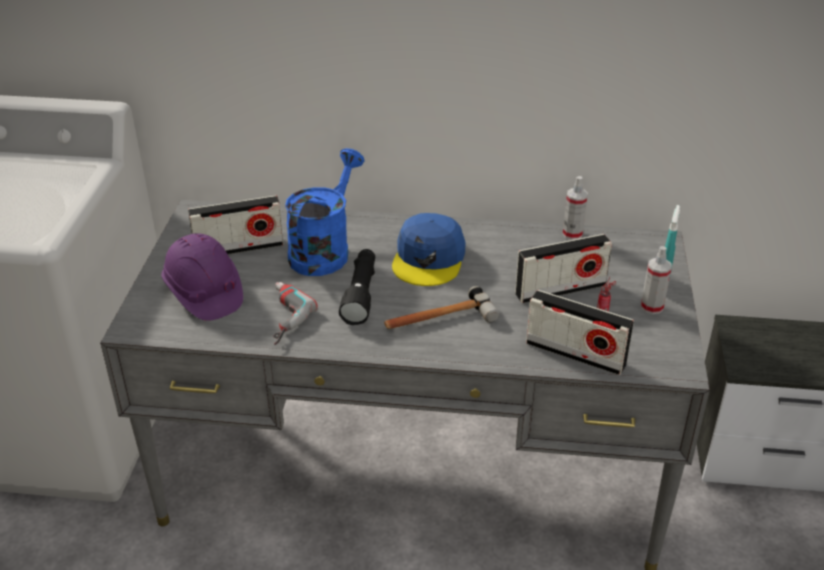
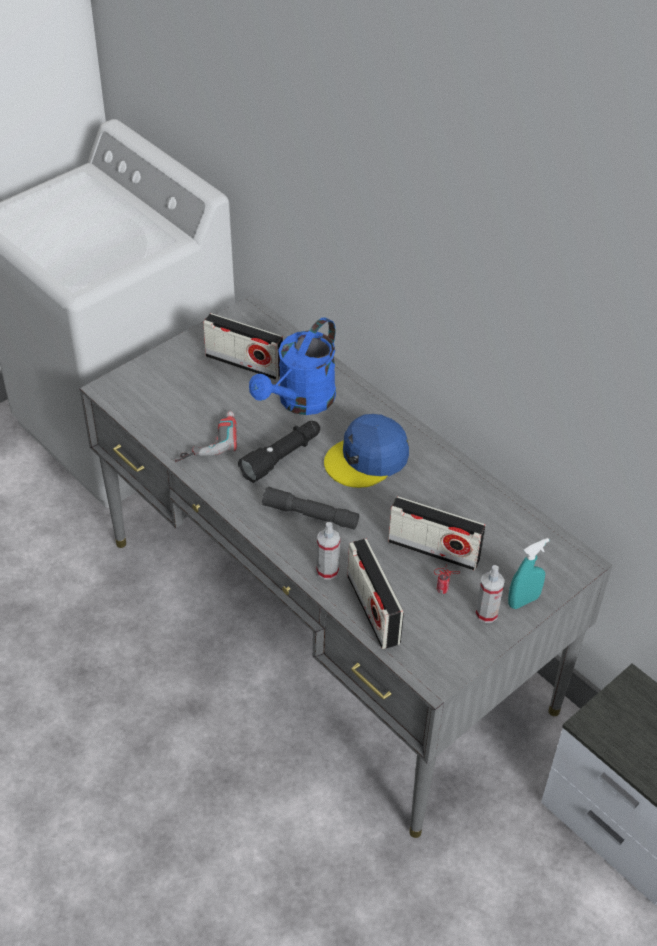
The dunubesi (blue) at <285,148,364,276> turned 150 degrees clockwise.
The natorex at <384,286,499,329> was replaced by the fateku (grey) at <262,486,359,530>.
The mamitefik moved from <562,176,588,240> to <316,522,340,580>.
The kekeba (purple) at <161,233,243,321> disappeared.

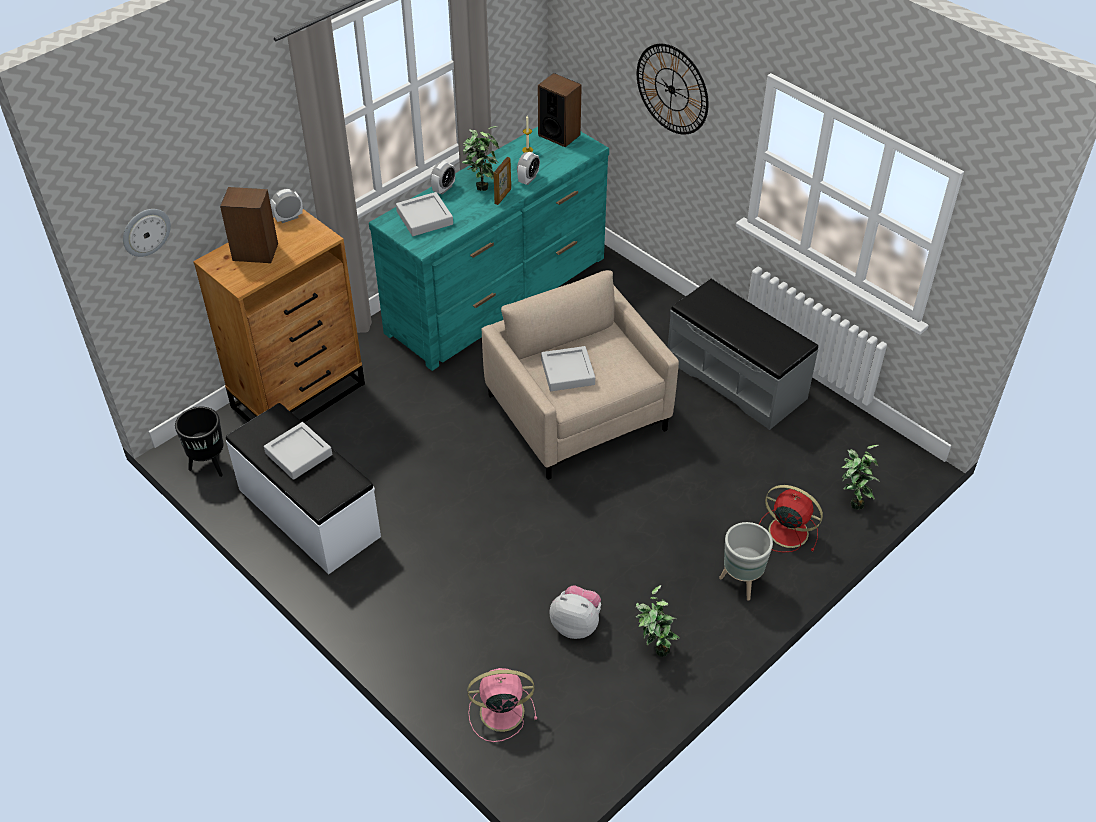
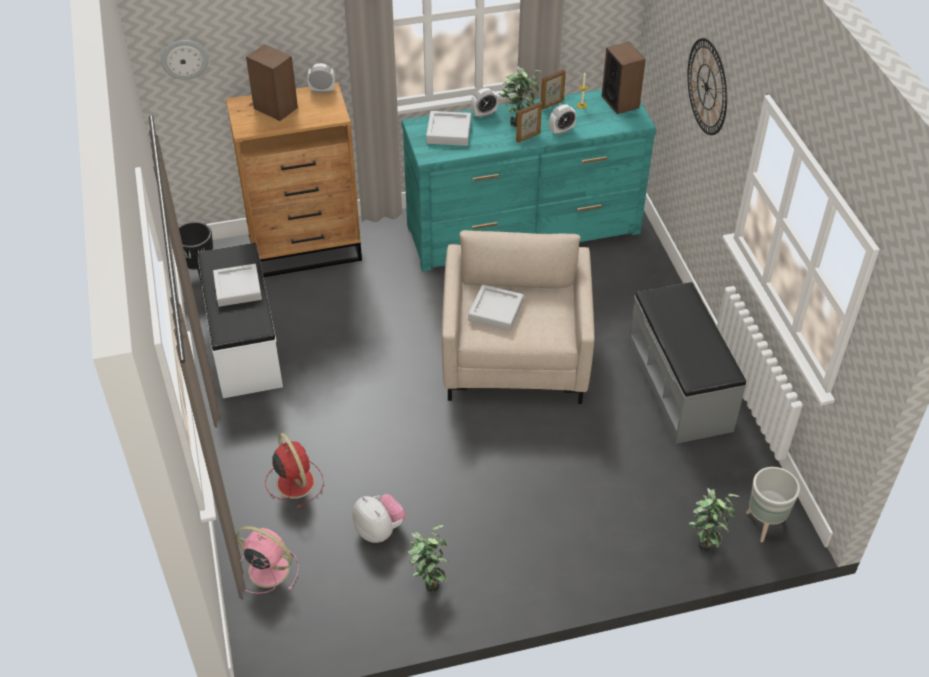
The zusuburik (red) moved from <759,485,823,552> to <265,433,324,508>.
The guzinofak at <541,70,566,110> appeared.
The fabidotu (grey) moved from <719,522,773,601> to <746,467,800,542>.

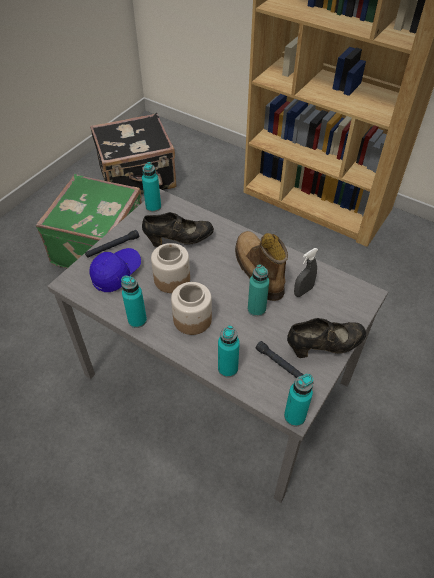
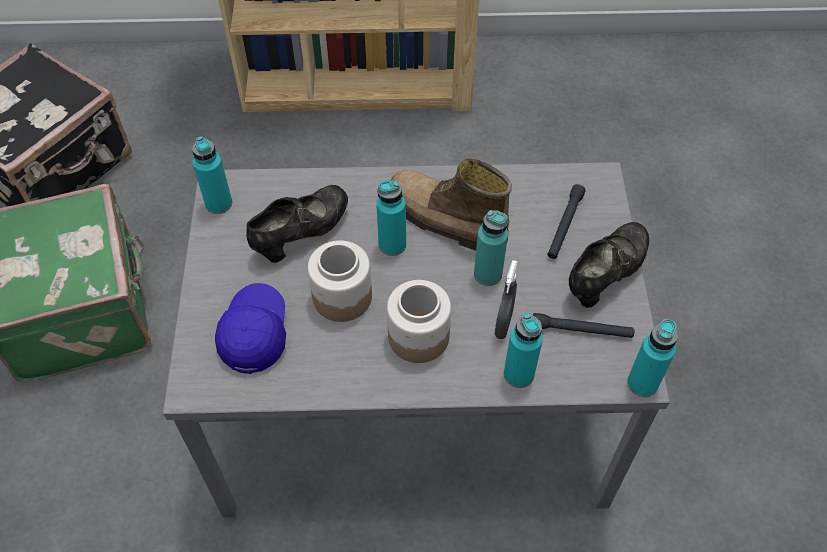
The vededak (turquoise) moved from <121,276,147,328> to <376,180,406,256>.
The mamitefik (grey) moved from <294,248,318,297> to <495,260,518,339>.
The fateku (black) moved from <85,230,139,257> to <547,184,586,259>.

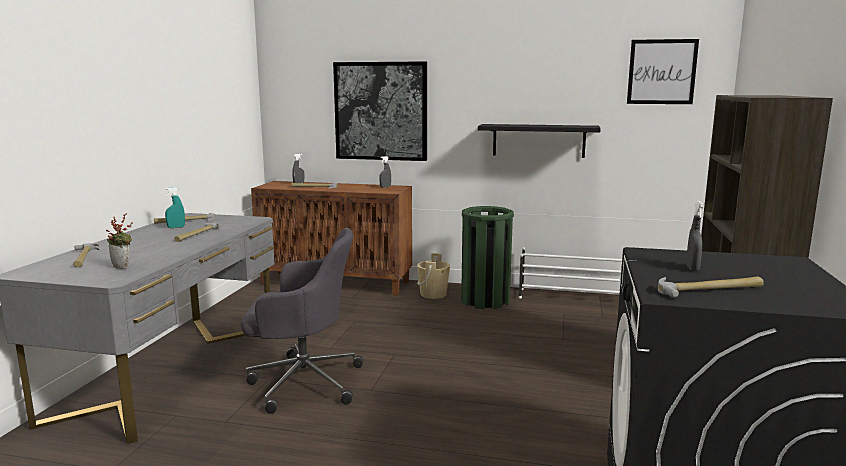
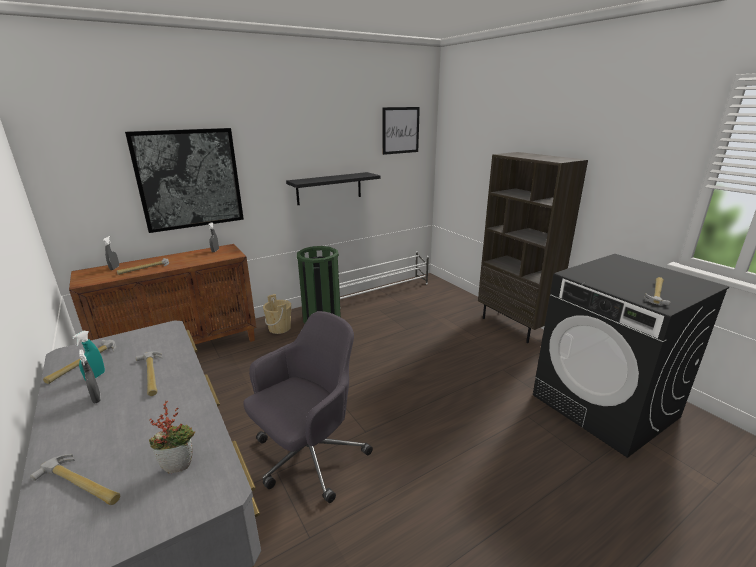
The mamitefik (grey) moved from <686,201,704,271> to <79,349,101,403>.

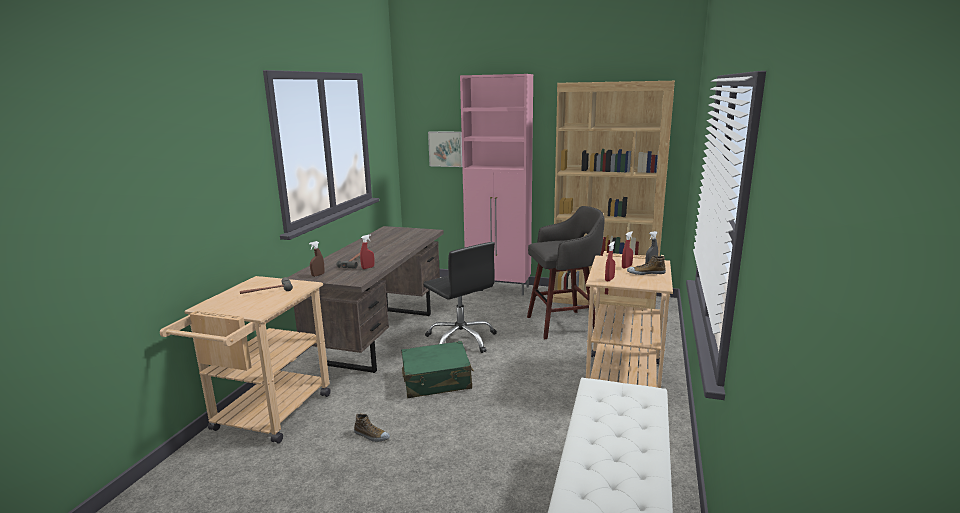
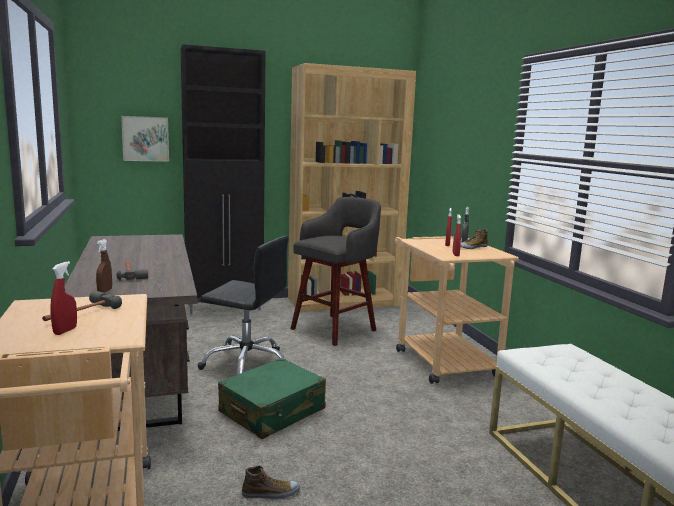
The mamitefik (red) moved from <360,234,374,269> to <50,261,77,335>.
The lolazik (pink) at <460,74,533,296> became the lolazik (black) at <181,44,266,314>.

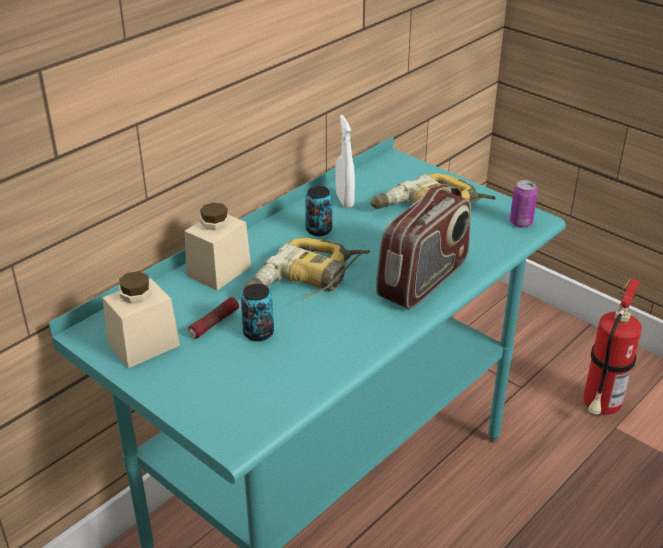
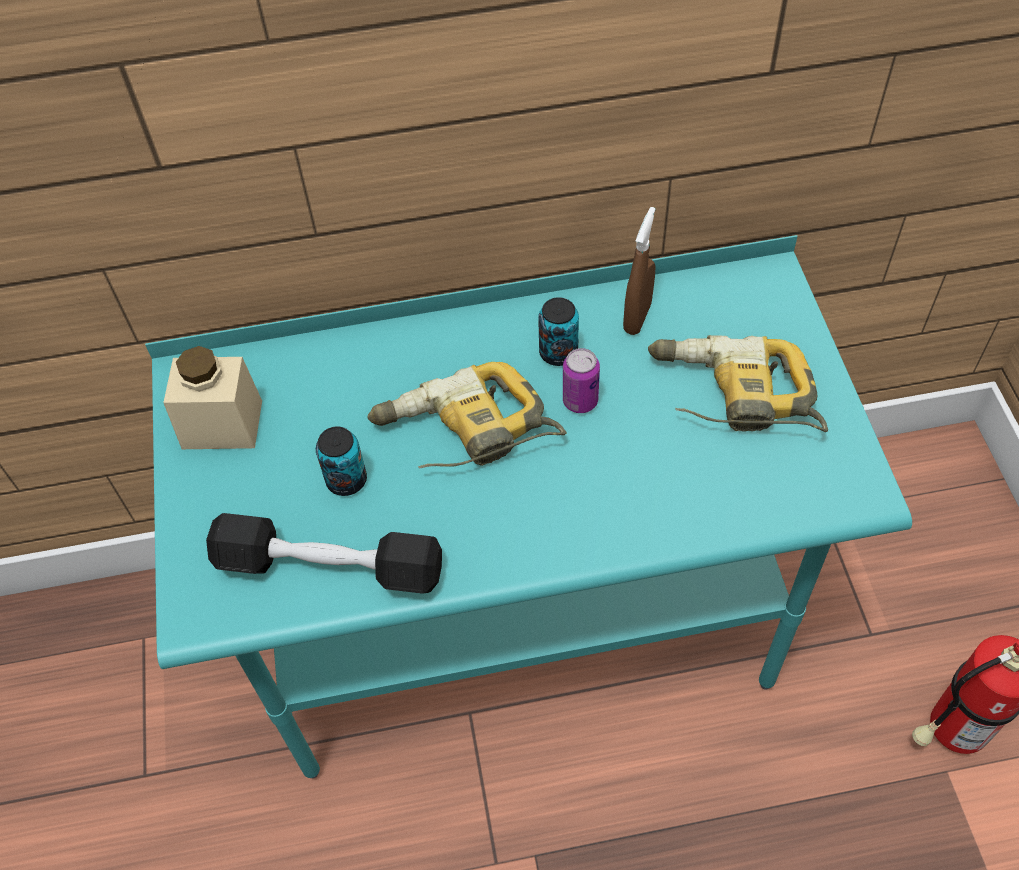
The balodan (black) at <206,513,442,594> appeared.
The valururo moved from <510,180,538,228> to <563,348,600,413>.
The mamitefik (white) at <336,115,355,208> became the mamitefik (brown) at <623,207,656,335>.
The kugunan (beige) at <184,202,251,290> disappeared.
The fateku at <188,297,239,338> disappeared.
The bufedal at <376,184,471,309> disappeared.

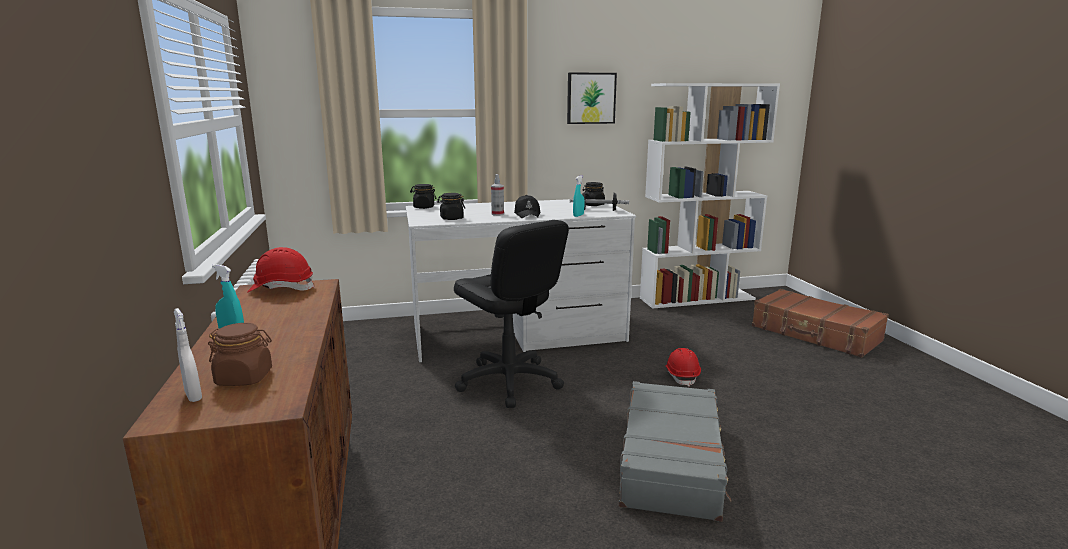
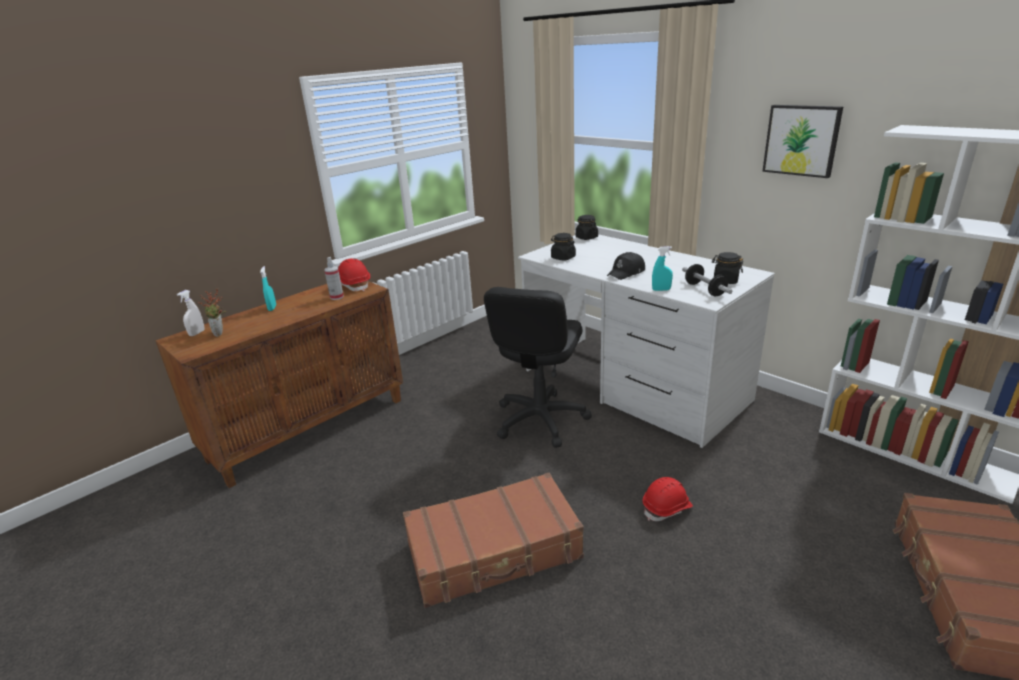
The kugunan (brown) at <208,323,272,386> was replaced by the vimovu at <198,288,226,337>.
The mamitefik moved from <491,174,504,216> to <324,257,344,300>.
The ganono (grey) at <619,381,731,522> became the ganono (brown) at <403,473,584,608>.

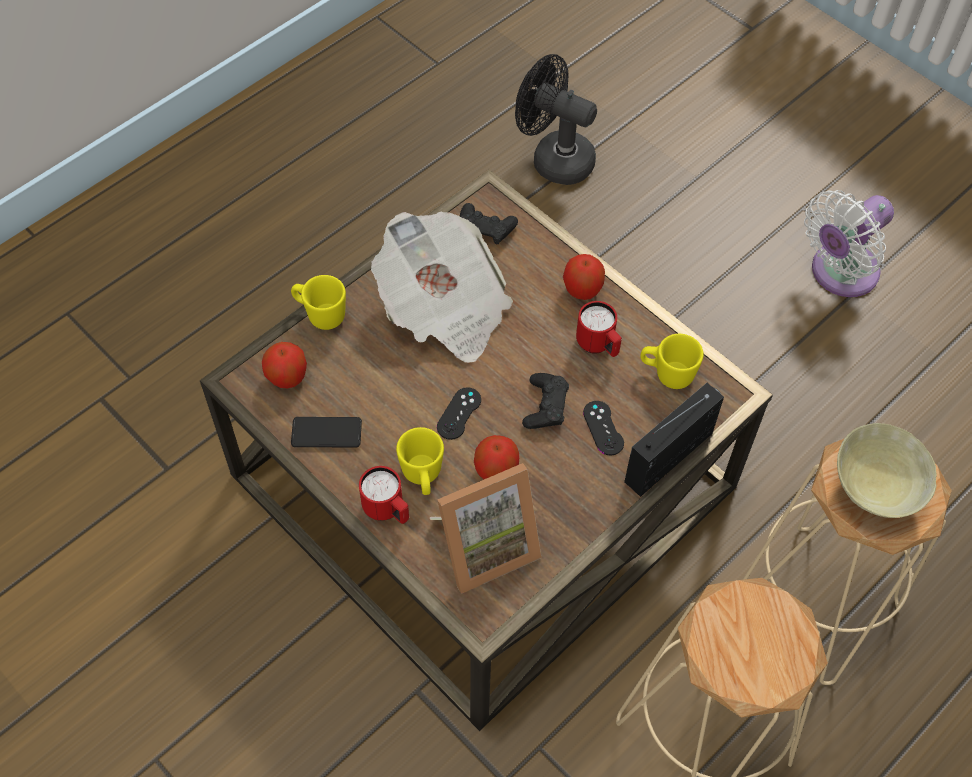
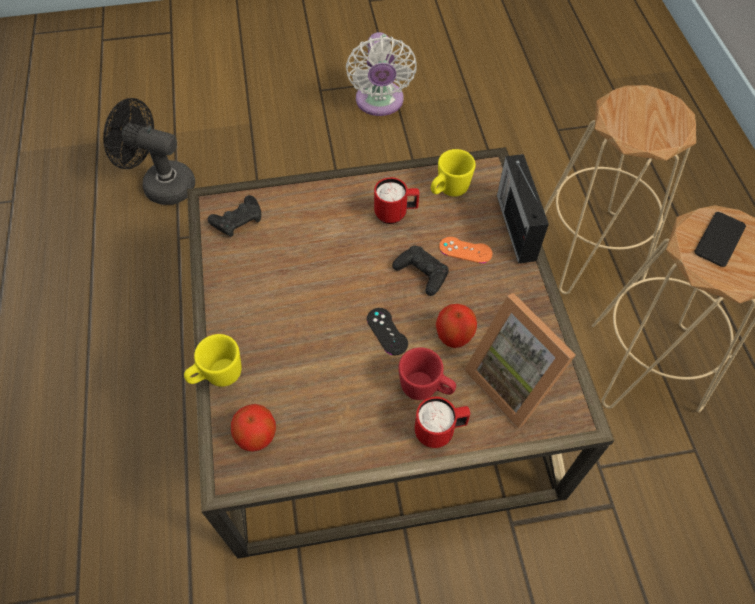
The zusuburik (black) at <515,54,597,185> turned 45 degrees clockwise.
The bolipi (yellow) at <396,427,444,495> became the bolipi (red) at <398,347,456,400>.
The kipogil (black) at <583,401,624,455> became the kipogil (orange) at <439,237,492,263>.
The guzinofak at <430,463,542,594> turned 135 degrees clockwise.
The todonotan moved from <291,417,362,447> to <694,212,746,267>.
The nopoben at <371,212,513,363> disappeared.
The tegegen at <563,254,605,300> disappeared.
The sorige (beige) at <837,423,937,518> disappeared.

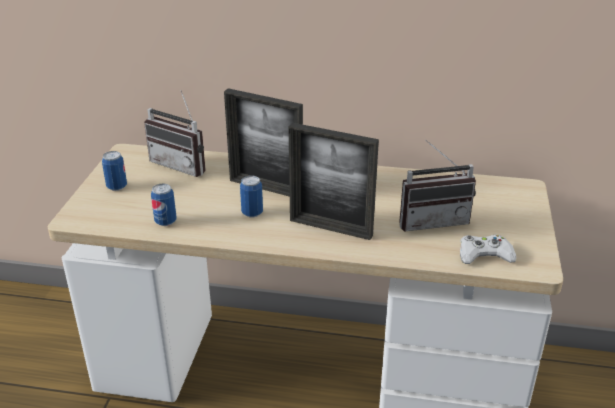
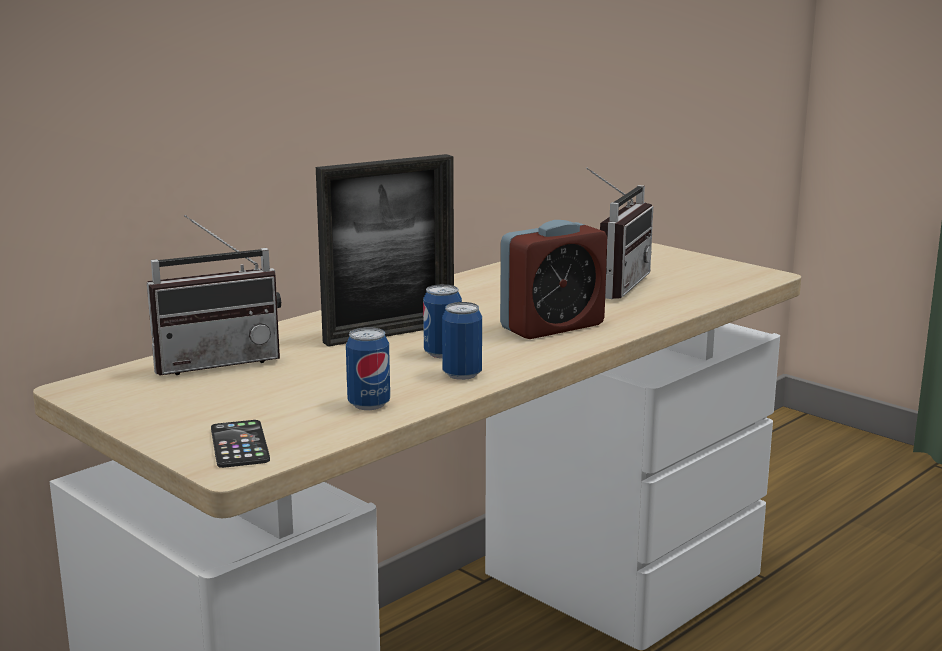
The todonotan at <211,420,270,468> appeared.
The valururo moved from <102,151,127,191> to <442,302,482,380>.
The guzinofak at <288,123,379,240> was replaced by the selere at <500,220,607,339>.
The kipogil (white) at <460,235,516,264> disappeared.

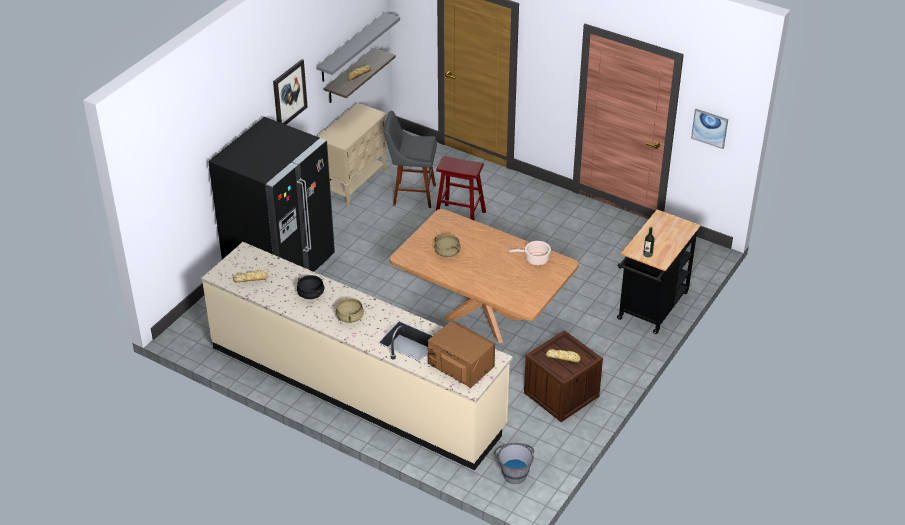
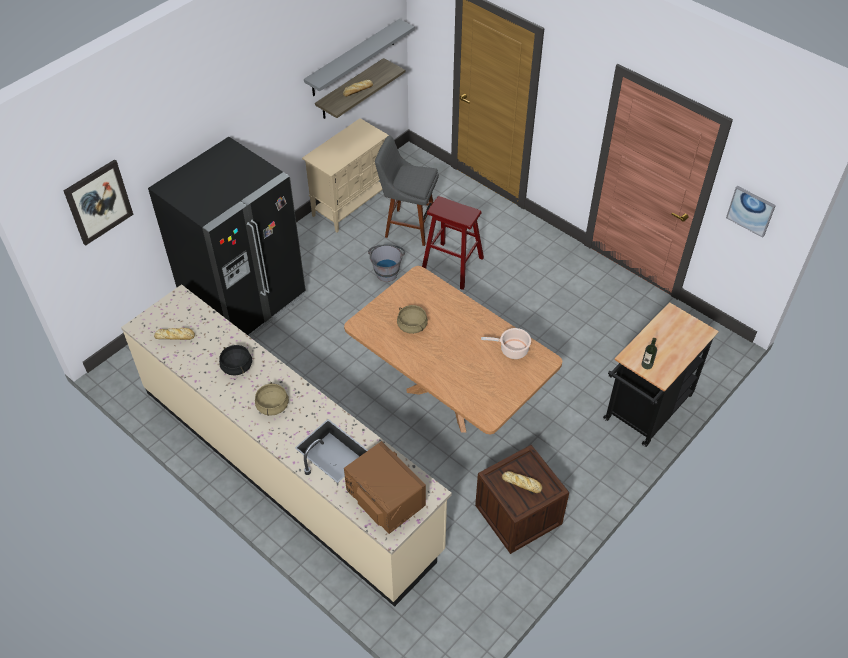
The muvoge moved from <273,59,308,125> to <63,159,133,246>.
The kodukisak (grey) moved from <494,443,534,484> to <368,244,405,282>.

